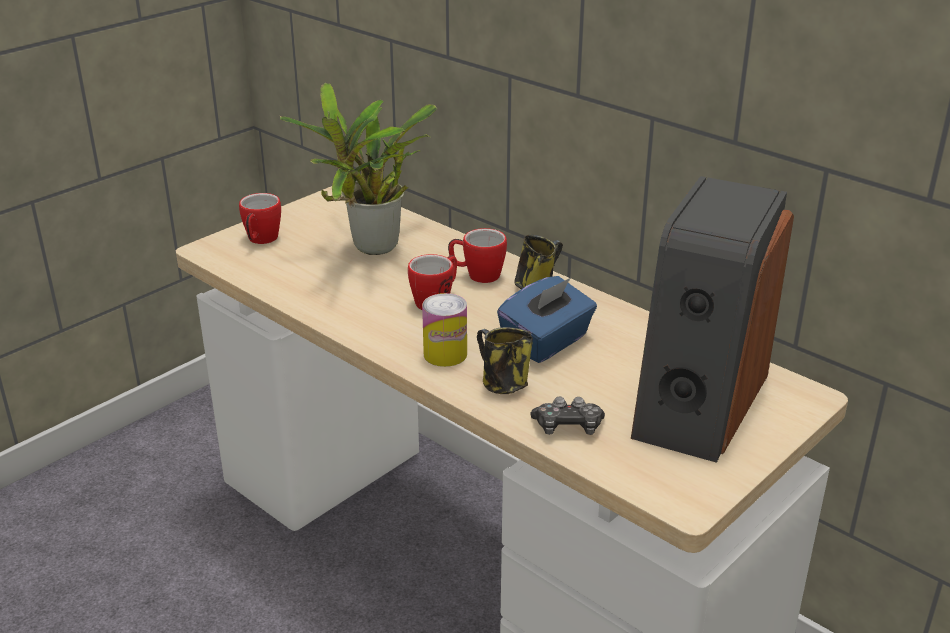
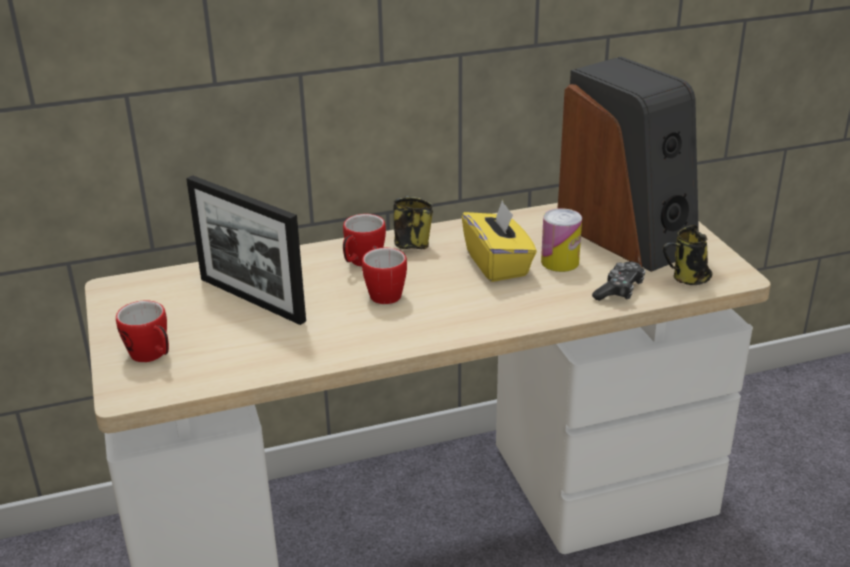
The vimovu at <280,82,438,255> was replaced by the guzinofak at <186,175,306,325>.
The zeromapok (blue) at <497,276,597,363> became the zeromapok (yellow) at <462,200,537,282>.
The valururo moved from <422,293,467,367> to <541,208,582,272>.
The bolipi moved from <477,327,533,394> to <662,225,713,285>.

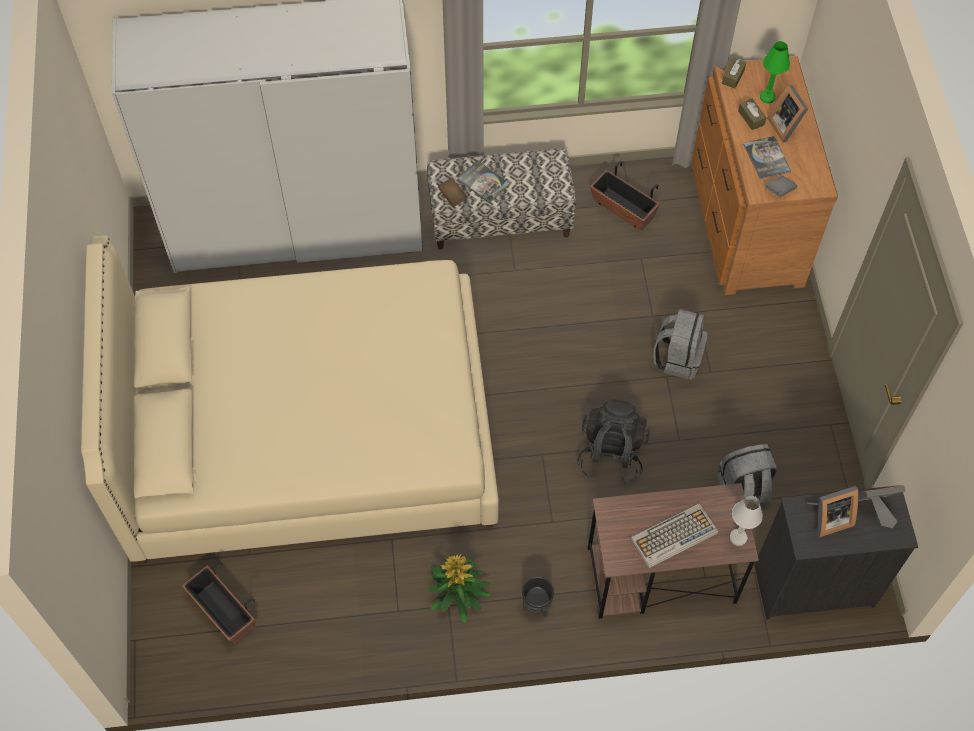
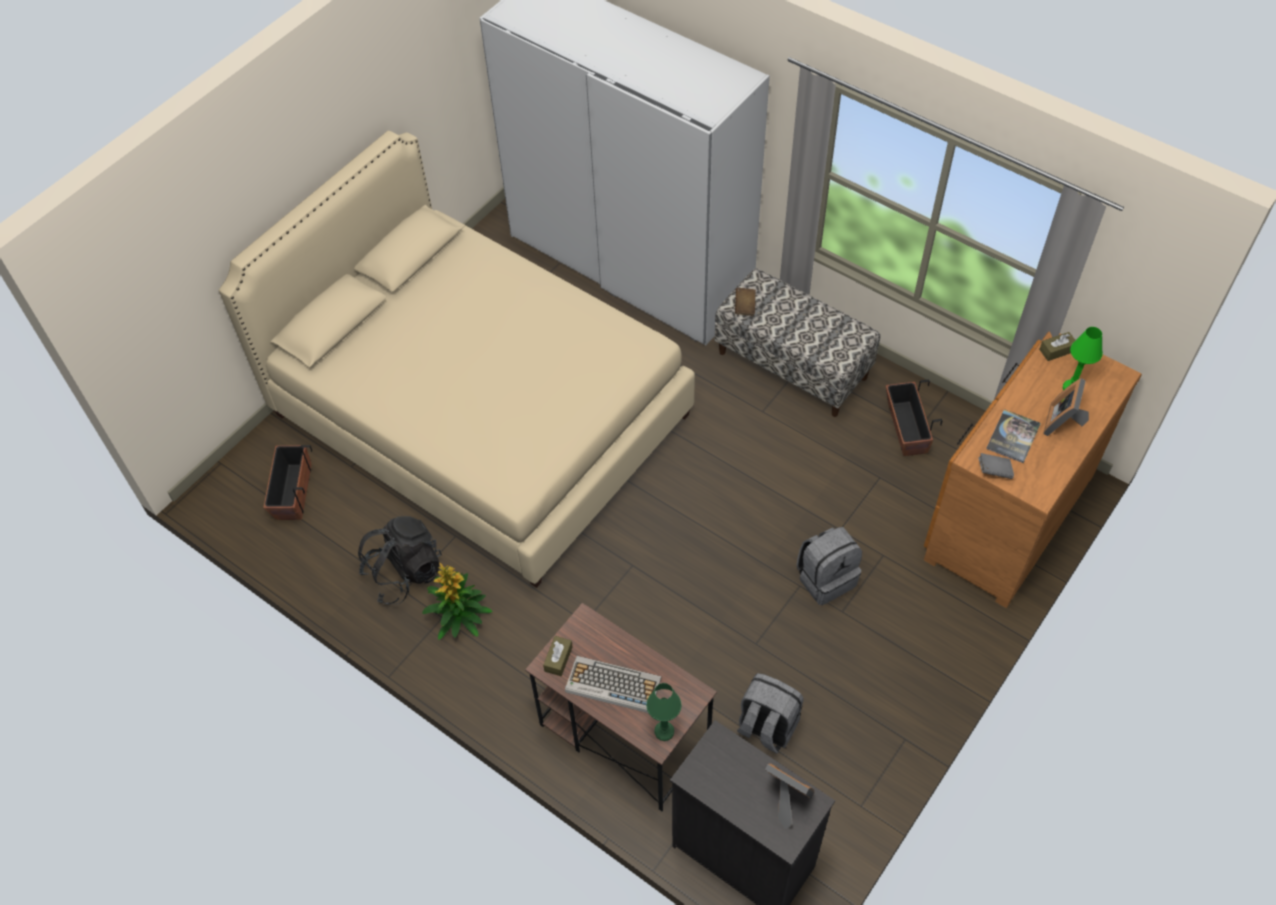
The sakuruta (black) moved from <577,399,650,484> to <358,516,442,604>.
The zeromapok (brown) moved from <738,99,766,130> to <543,636,573,676>.
The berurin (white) at <730,496,763,546> became the berurin (green) at <646,683,682,741>.
The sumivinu at <457,160,510,203> disappeared.
The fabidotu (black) at <522,577,554,617> disappeared.
The guzinofak at <807,486,858,538> disappeared.

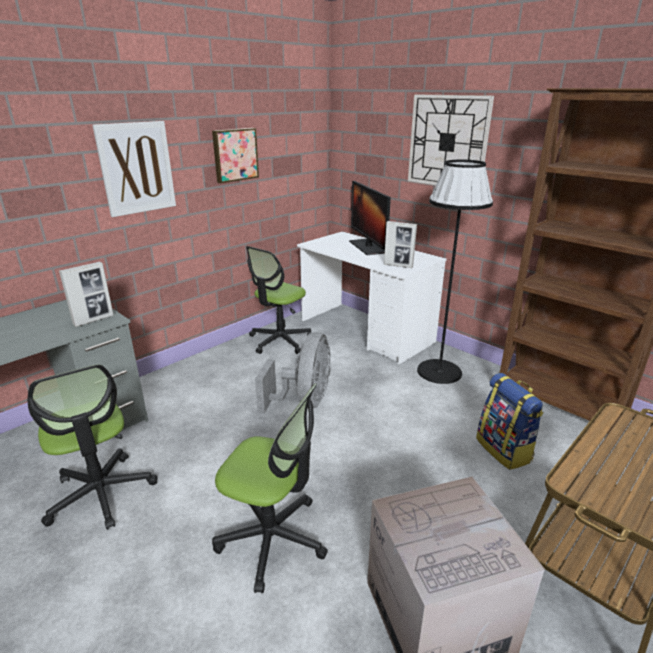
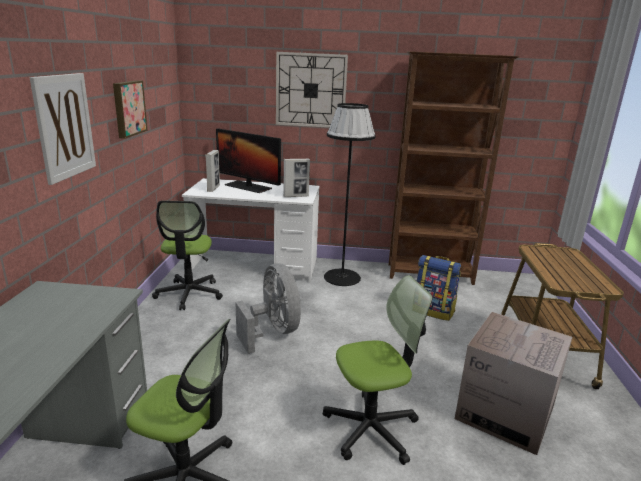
The guzinofak moved from <59,262,114,327> to <205,150,220,192>.

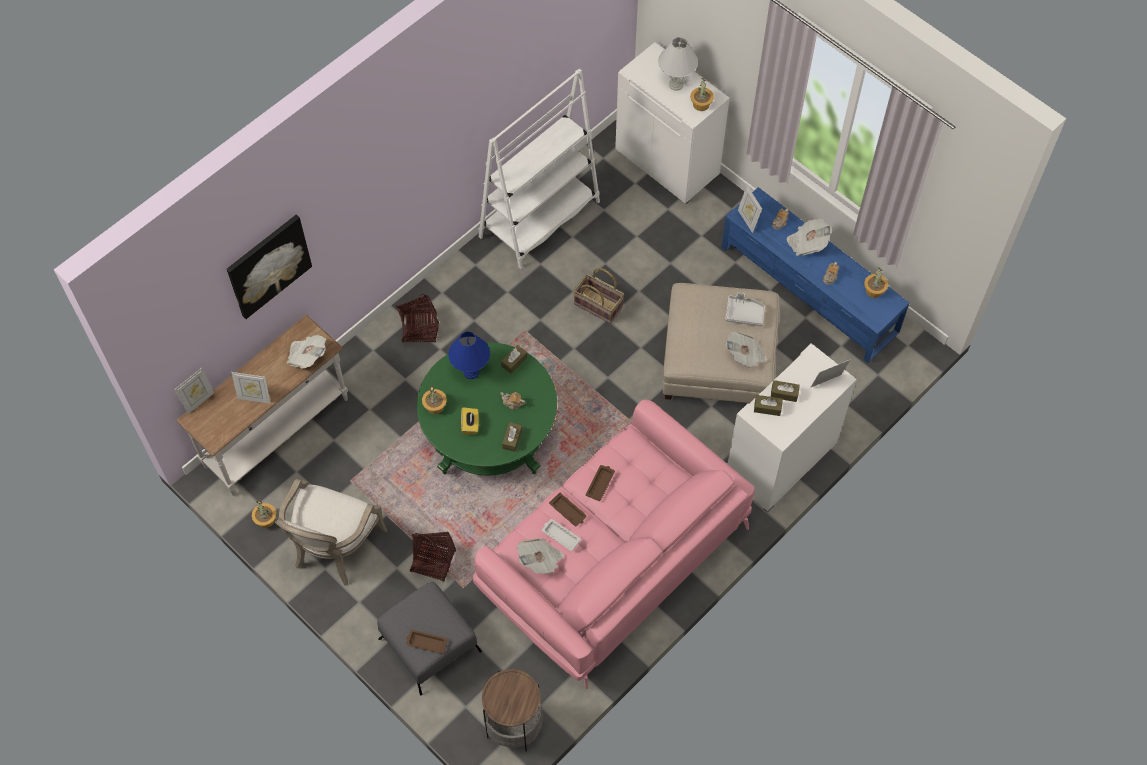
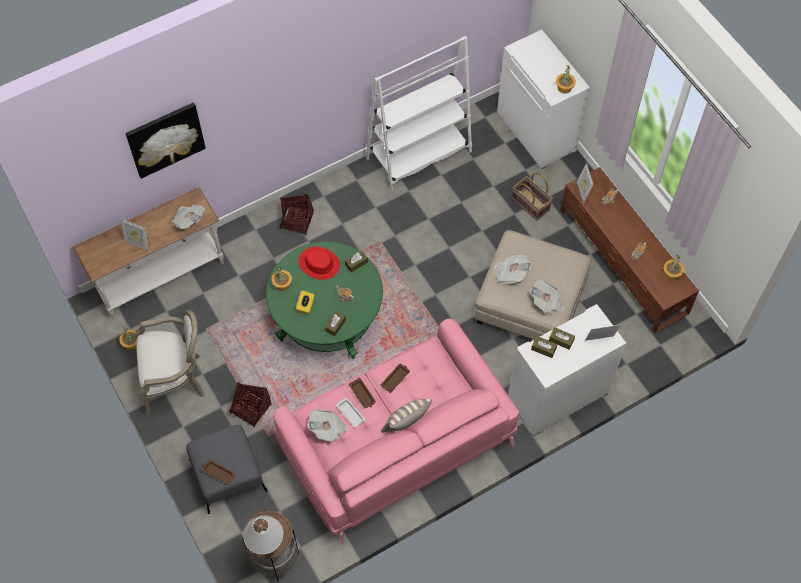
The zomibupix at <275,479,387,586> turned 135 degrees counterclockwise.
The berurin (white) moved from <658,37,698,91> to <243,516,283,554>.
The berurin (blue) at <448,332,490,379> was replaced by the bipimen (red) at <299,246,340,280>.
The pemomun at <381,399,432,432> appeared.
The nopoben moved from <786,219,832,256> to <494,254,532,283>.
The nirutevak moved from <574,268,624,324> to <512,173,553,221>.
The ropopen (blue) at <721,187,910,363> became the ropopen (brown) at <560,167,699,333>.
The guzinofak at <174,368,214,414> disappeared.
The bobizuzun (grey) at <725,293,765,326> disappeared.

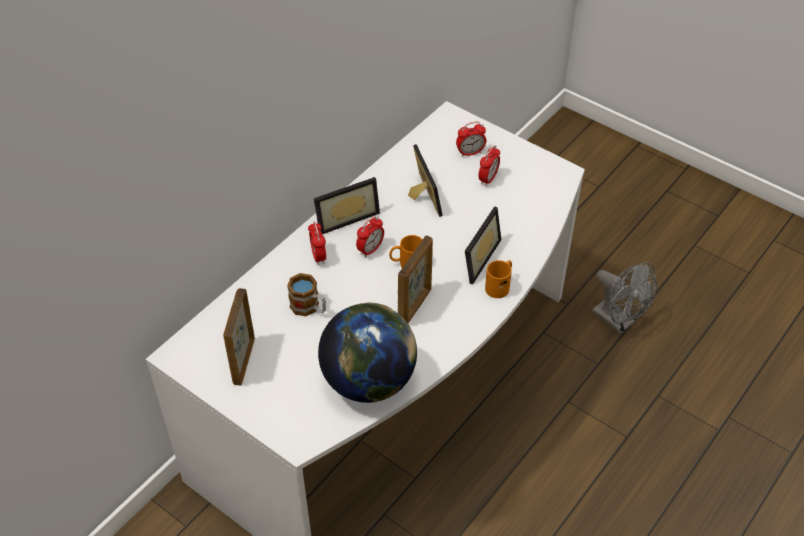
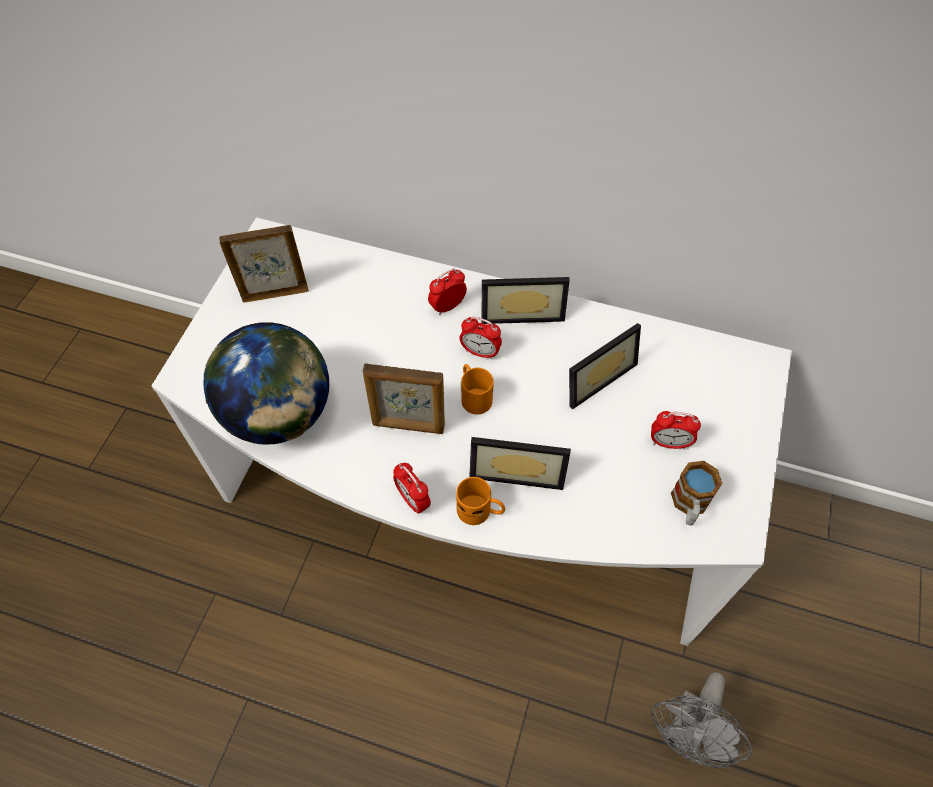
The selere moved from <456,122,486,157> to <393,463,431,514>.
The guzinofak at <314,177,380,234> turned 45 degrees counterclockwise.
The bolipi moved from <287,273,326,316> to <671,461,722,526>.

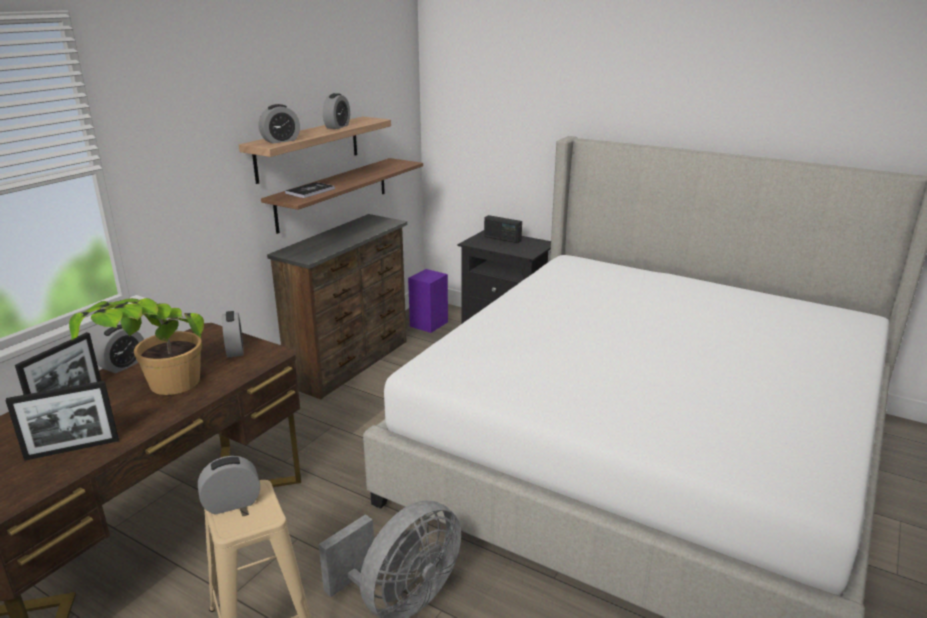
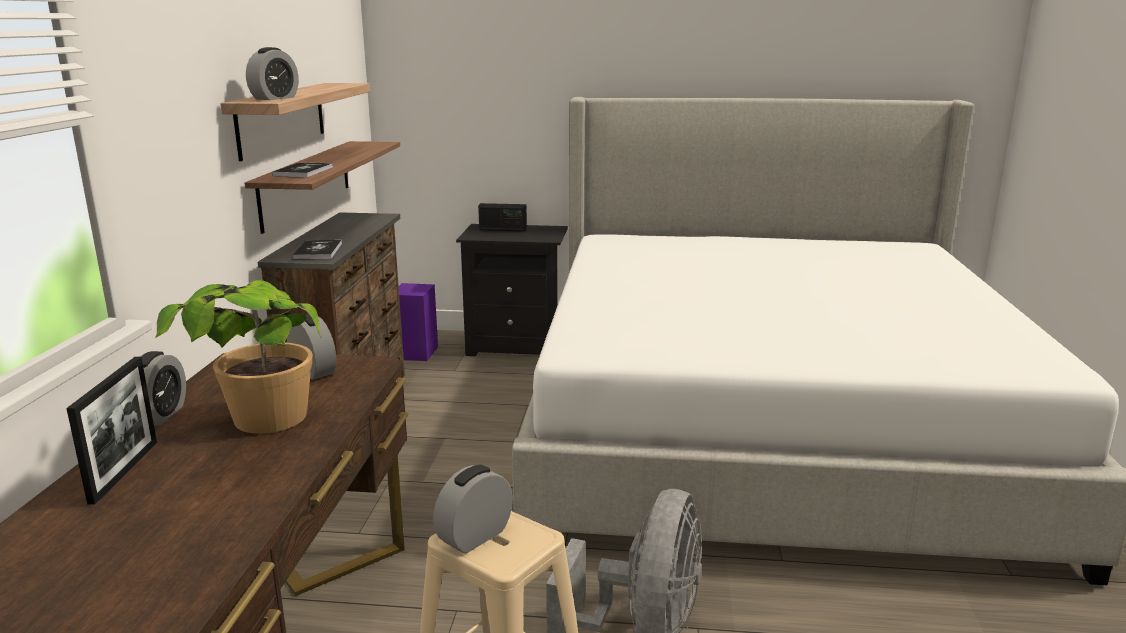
The sumivinu at <293,240,342,259> appeared.
The guzinofak at <6,381,119,461> disappeared.
The selere at <323,93,350,129> disappeared.

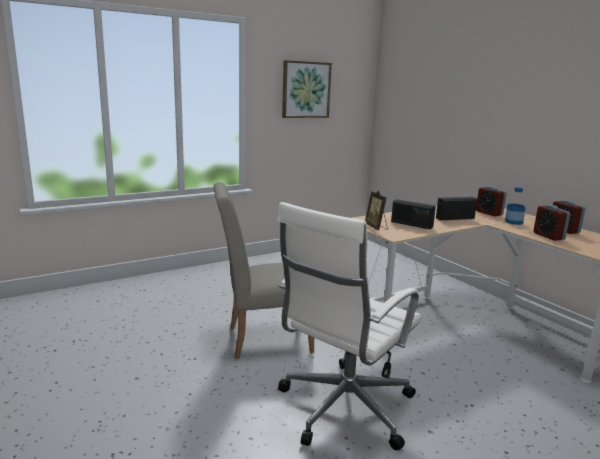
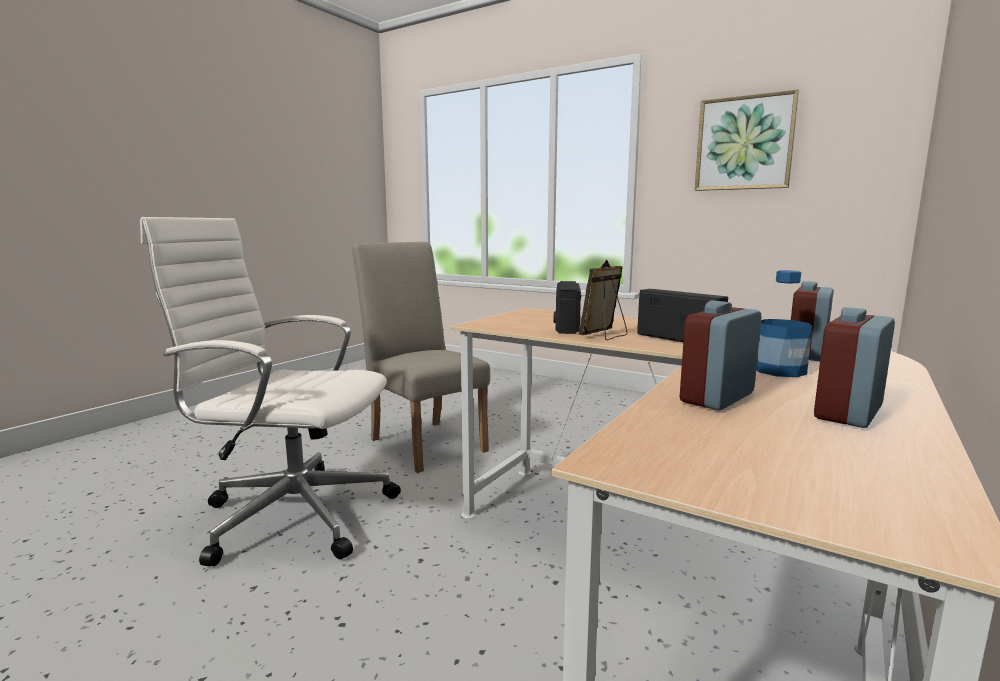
The guzinofak moved from <365,190,388,230> to <579,260,627,340>.

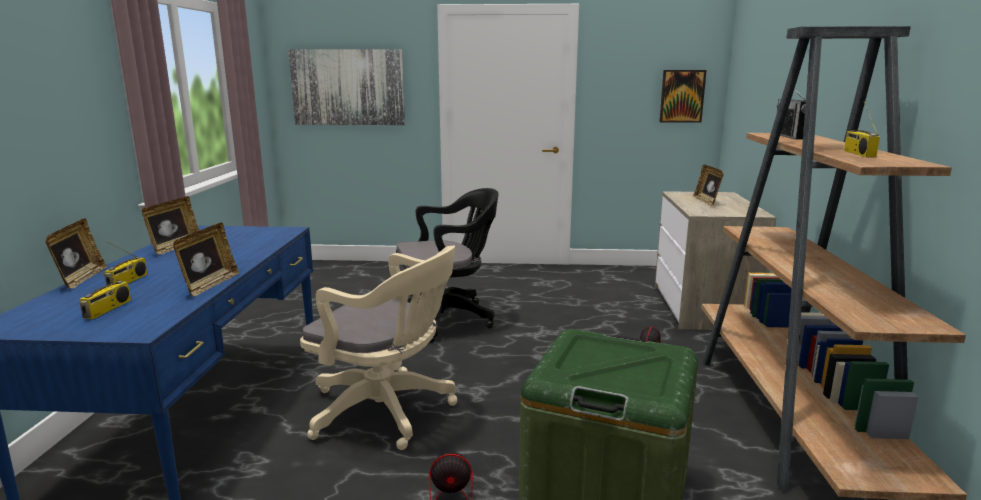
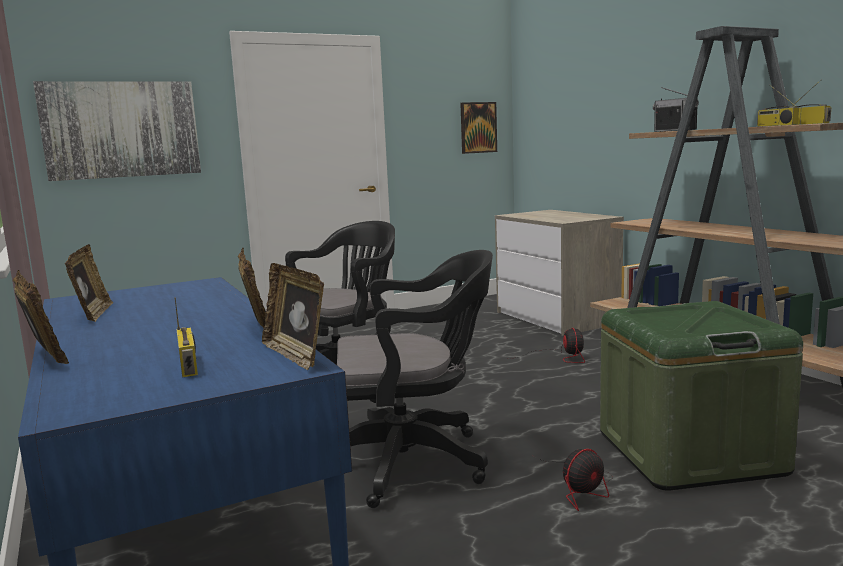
The guzinofak moved from <693,165,724,206> to <262,263,324,370>.
The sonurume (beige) at <300,246,458,450> became the sonurume (black) at <337,250,493,508>.
The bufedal moved from <104,241,147,285> to <792,79,831,125>.

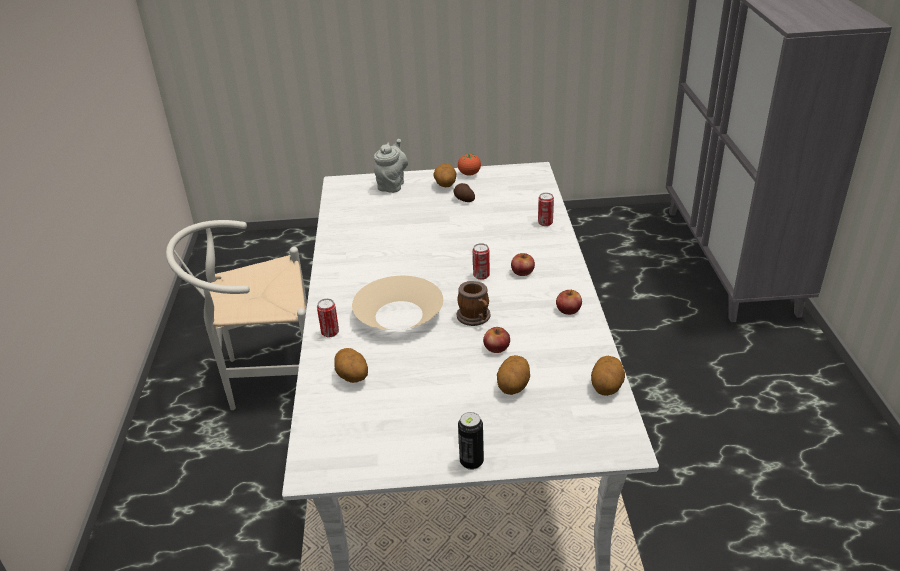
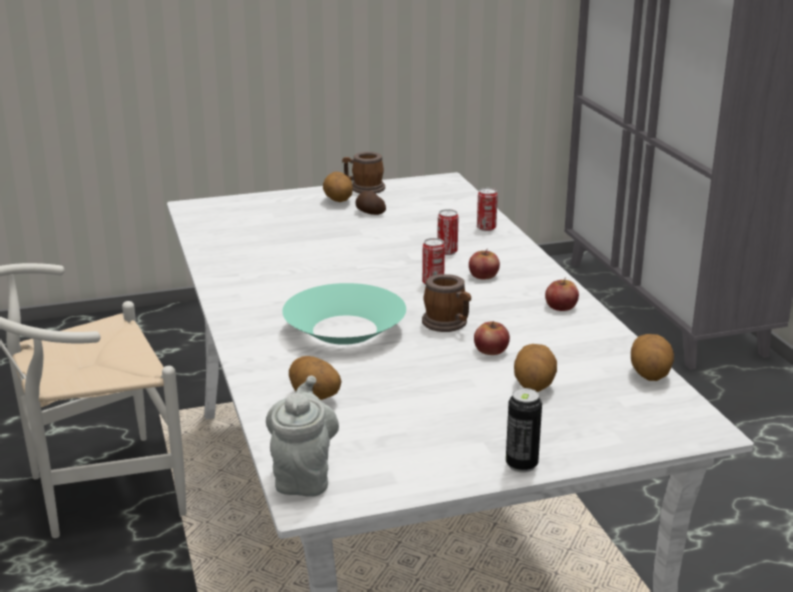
The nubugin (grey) moved from <374,139,408,193> to <266,376,339,497>.
The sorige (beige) at <352,276,443,330> became the sorige (turquoise) at <282,283,406,345>.
The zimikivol at <458,154,481,176> was replaced by the bolipi at <342,152,385,194>.
The valururo moved from <317,298,339,337> to <437,209,459,255>.

